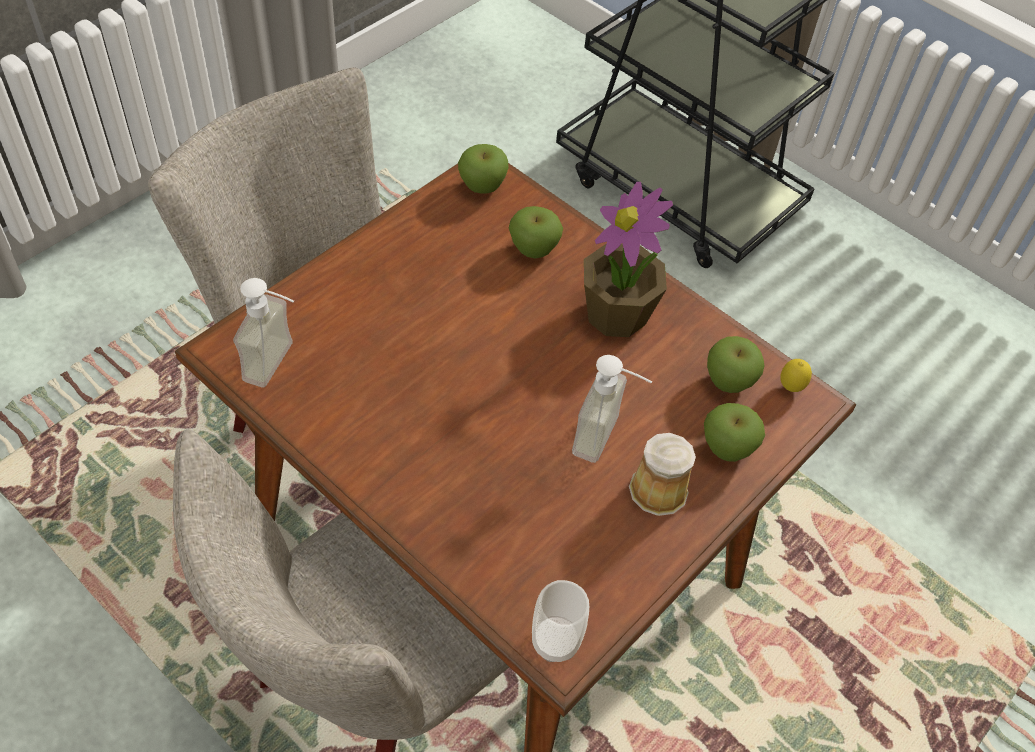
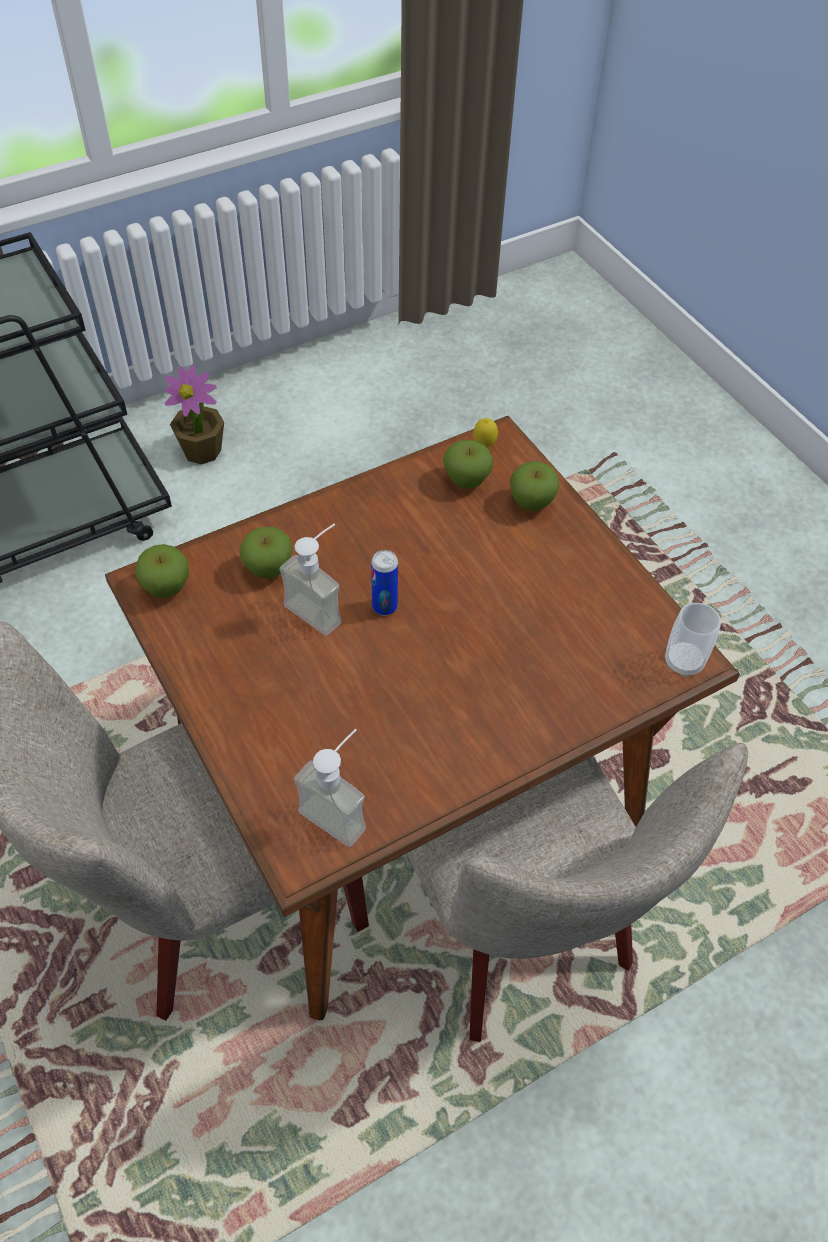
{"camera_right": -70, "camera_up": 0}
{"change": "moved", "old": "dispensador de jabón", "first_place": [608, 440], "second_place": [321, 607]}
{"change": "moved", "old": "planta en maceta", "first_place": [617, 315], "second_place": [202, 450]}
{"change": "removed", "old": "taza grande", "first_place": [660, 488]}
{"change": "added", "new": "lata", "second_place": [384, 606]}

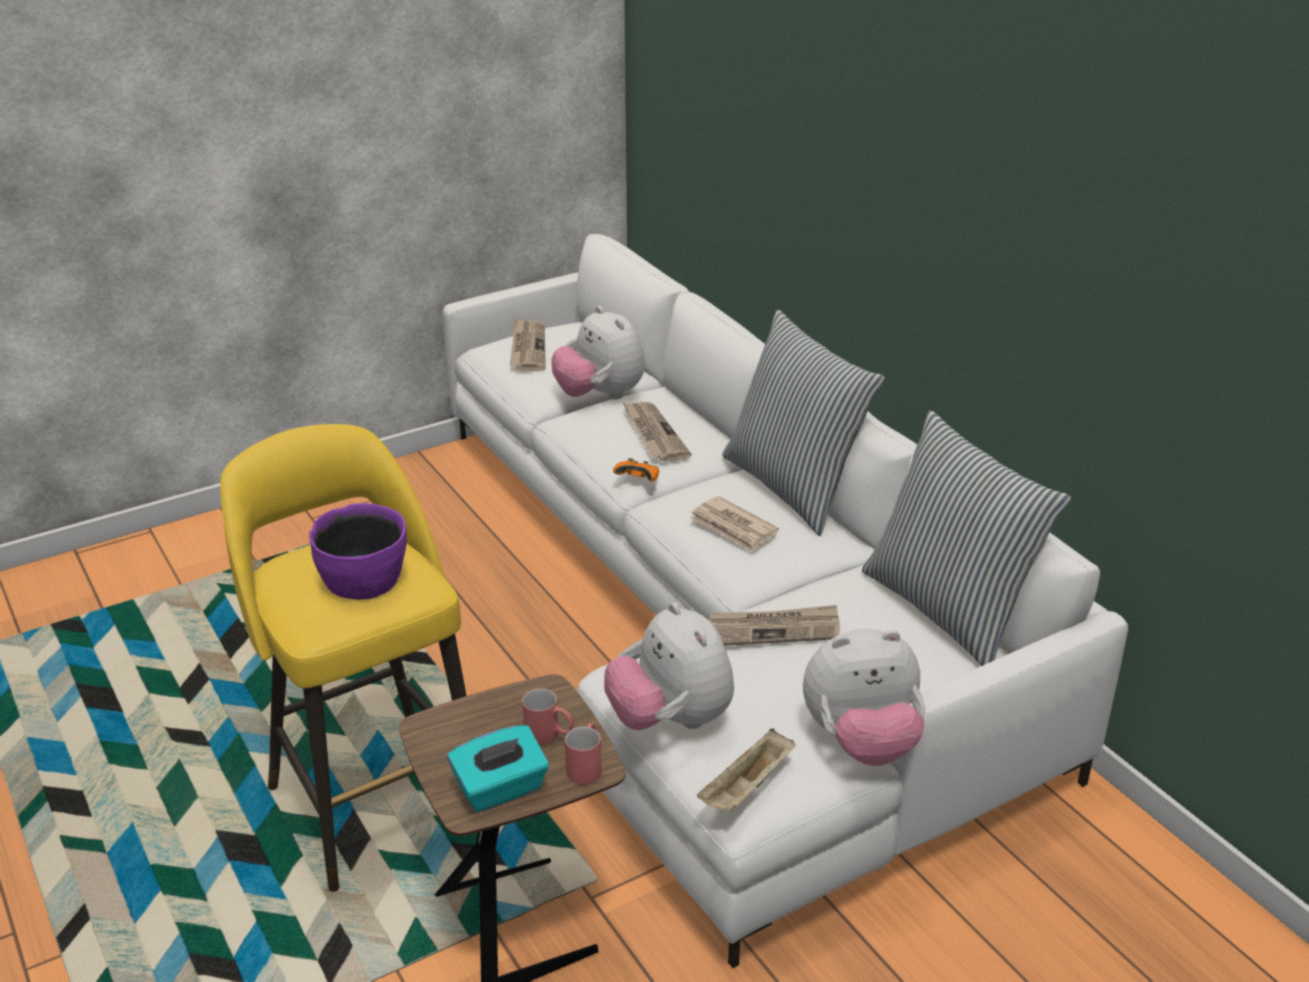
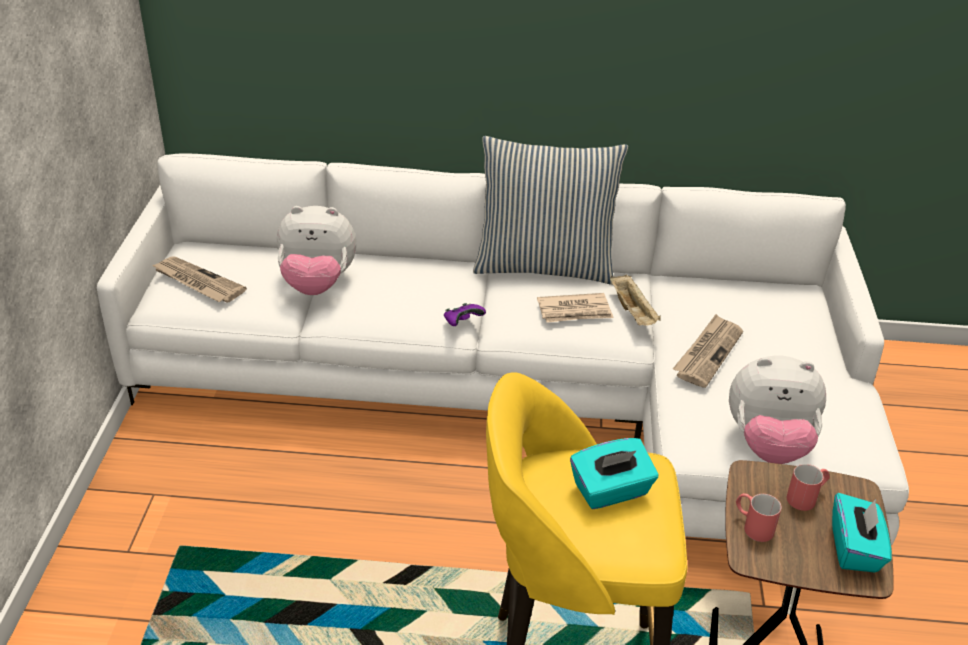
{"camera_right": -55, "camera_up": 5}
{"change": "replaced", "old": "cuenco/morado", "new": "caja de pañuelos/turquesa", "first_place": [365, 579], "second_place": [611, 491]}
{"change": "moved", "old": "taza grande/rojo", "first_place": [586, 766], "second_place": [752, 526]}
{"change": "recoloured", "old": "mando de consola/naranja", "new": "mando de consola/morado", "first_place": [638, 480], "second_place": [462, 322]}
{"change": "removed", "old": "periódico", "first_place": [653, 434]}
{"change": "moved", "old": "bandeja/beis", "first_place": [747, 788], "second_place": [633, 312]}
{"change": "removed", "old": "peluche", "first_place": [861, 743]}
{"change": "removed", "old": "cojín", "first_place": [948, 610]}

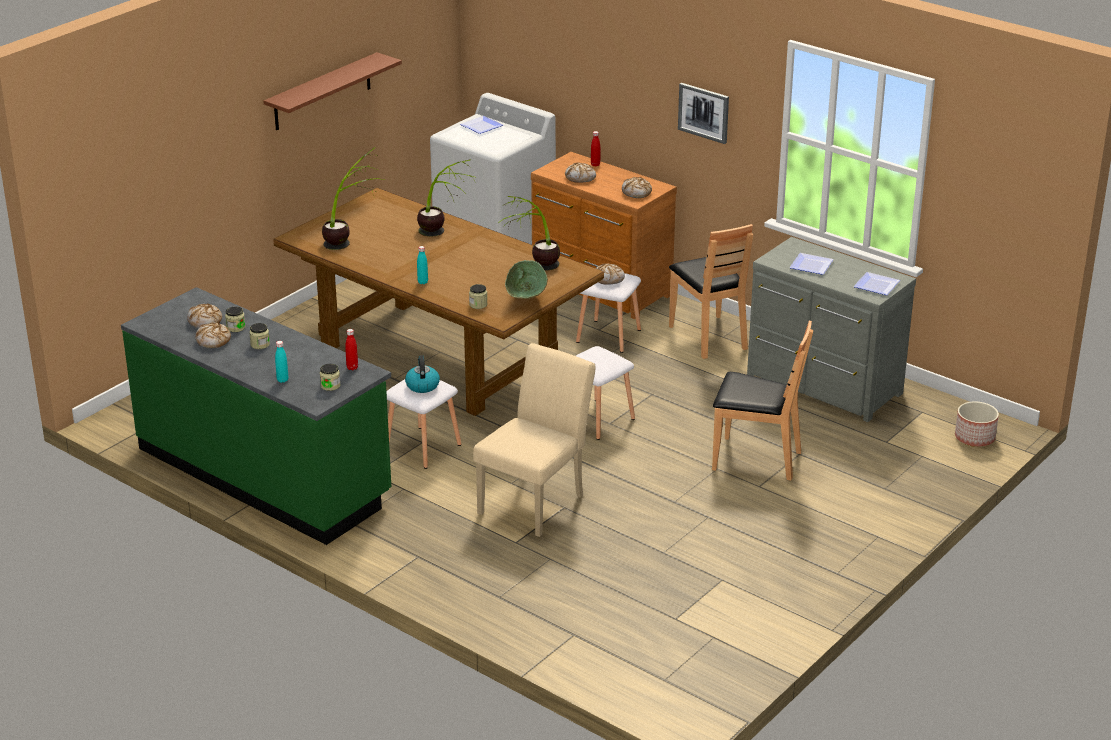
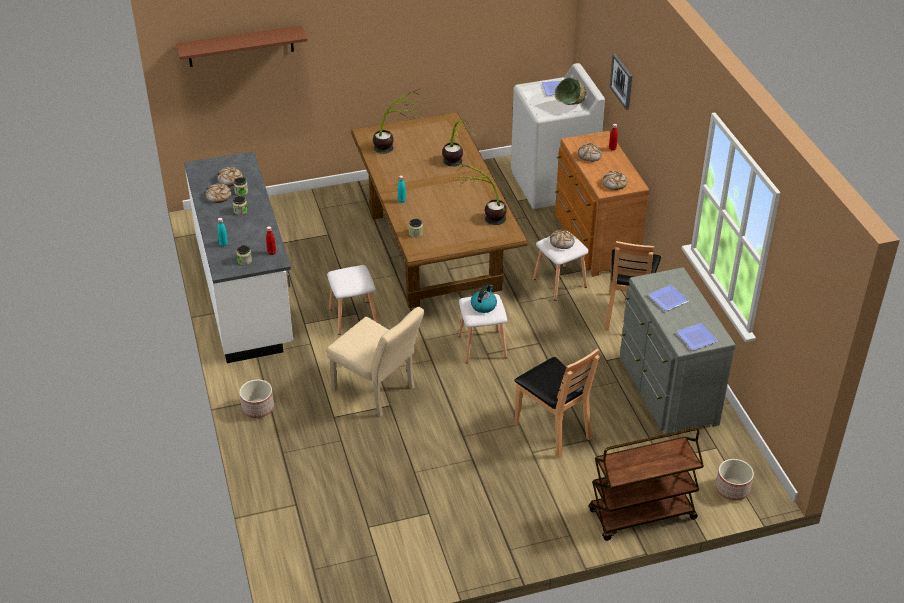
{"camera_right": 35, "camera_up": 10}
{"change": "recoloured", "old": "mueble bajo de cocina/verde", "new": "mueble bajo de cocina/blanco", "first_place": [264, 473], "second_place": [245, 294]}
{"change": "moved", "old": "estante/marrón", "first_place": [322, 92], "second_place": [240, 46]}
{"change": "moved", "old": "hervidor", "first_place": [422, 385], "second_place": [483, 305]}
{"change": "turned", "old": "silla/beis", "first_place": [536, 500], "second_place": [378, 391], "degrees": 60}
{"change": "moved", "old": "cuenco/verde", "first_place": [527, 302], "second_place": [571, 107]}
{"change": "moved", "old": "cuadro", "first_place": [704, 112], "second_place": [622, 81]}
{"change": "added", "new": "maceta", "second_place": [258, 408]}
{"change": "added", "new": "carrito/marrón", "second_place": [641, 515]}

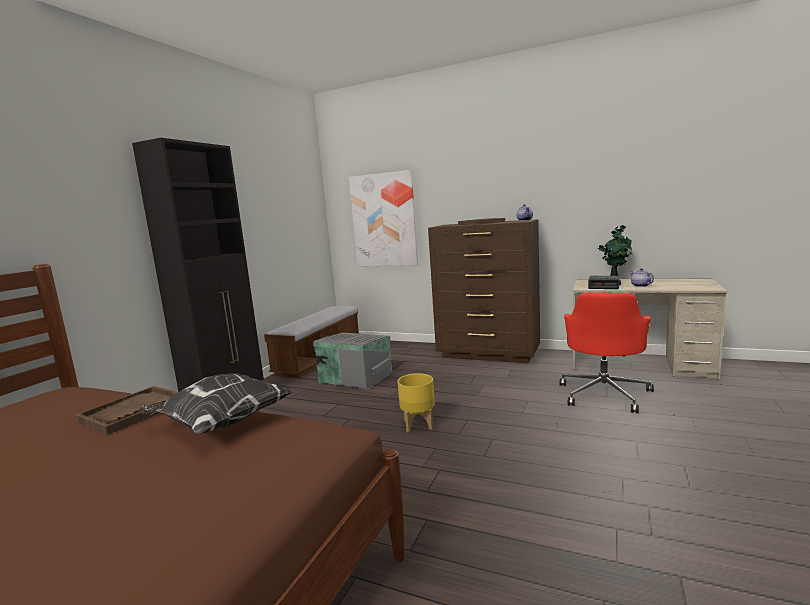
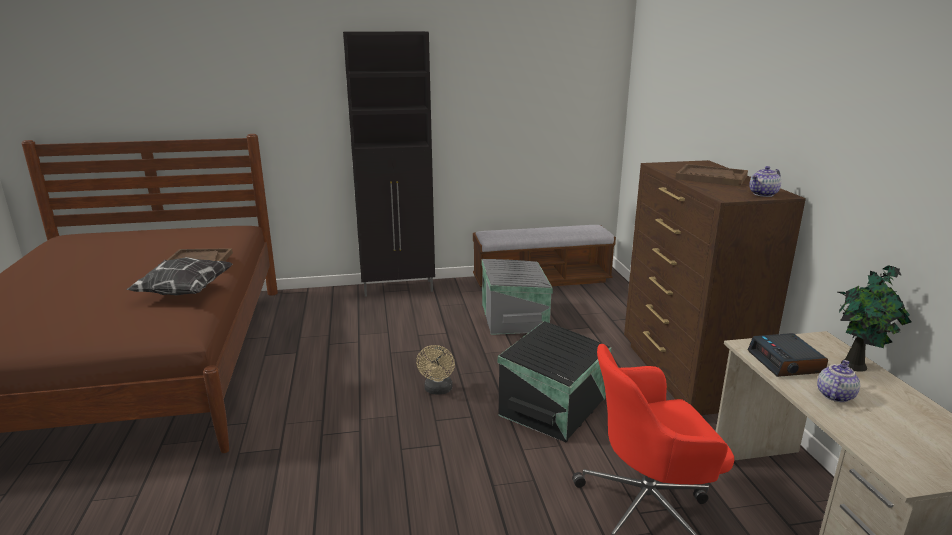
{"camera_right": 55, "camera_up": 10}
{"change": "removed", "old": "cuadro", "first_place": [384, 220]}
{"change": "replaced", "old": "maceta/amarillo", "new": "ventilador/beis", "first_place": [418, 424], "second_place": [437, 390]}
{"change": "added", "new": "caja de almacenaje/negro", "second_place": [555, 406]}

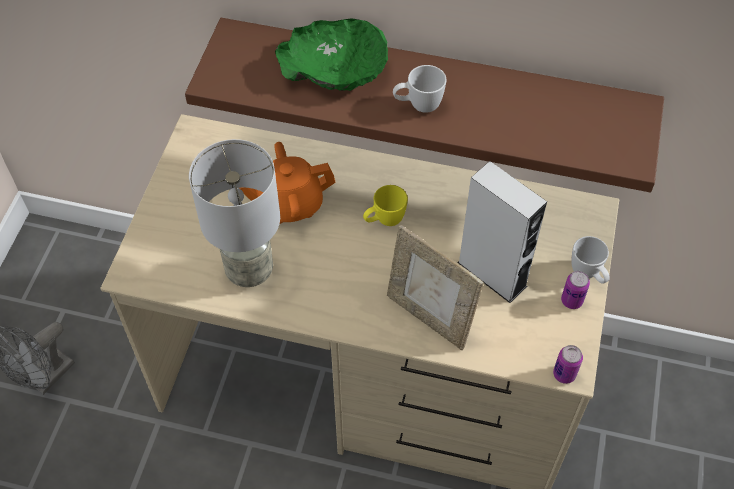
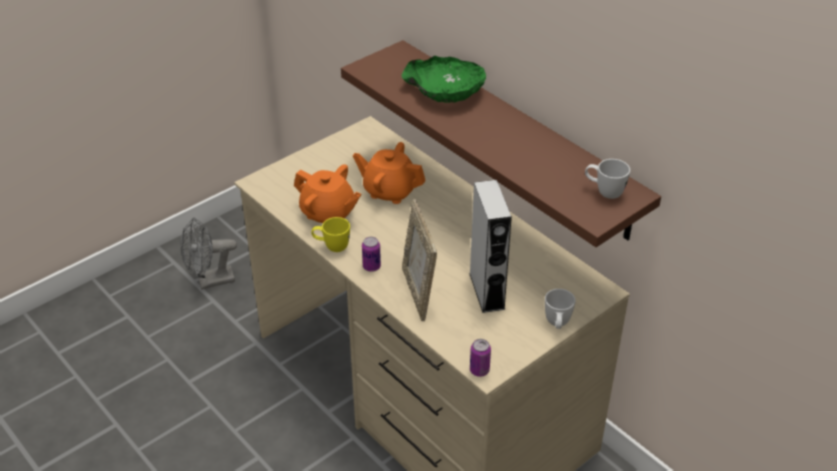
{"camera_right": 35, "camera_up": -15}
{"change": "replaced", "old": "lámpara de mesa/gris", "new": "tetera/naranja", "first_place": [248, 271], "second_place": [328, 214]}
{"change": "moved", "old": "taza grande/amarillo", "first_place": [384, 221], "second_place": [331, 247]}
{"change": "moved", "old": "taza grande/blanco", "first_place": [418, 106], "second_place": [604, 192]}
{"change": "moved", "old": "lata", "first_place": [571, 300], "second_place": [371, 266]}

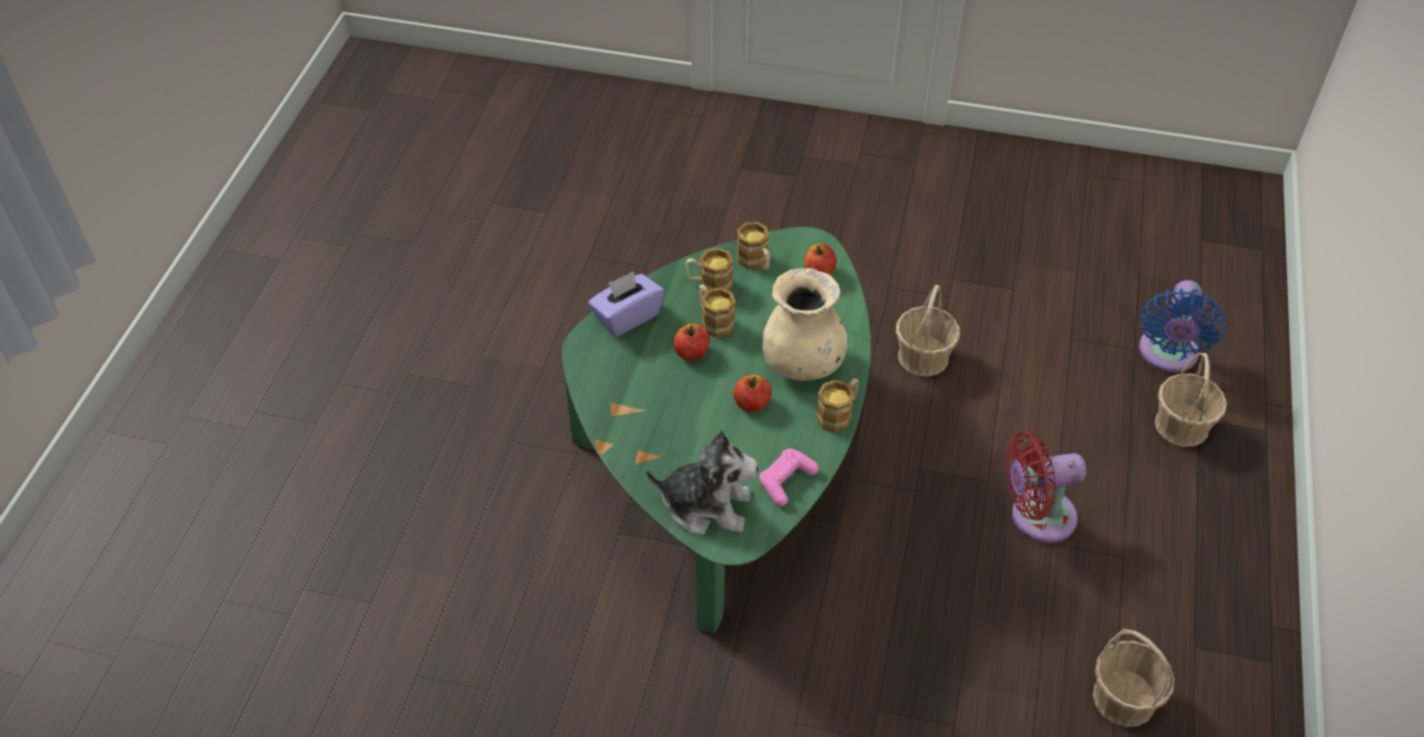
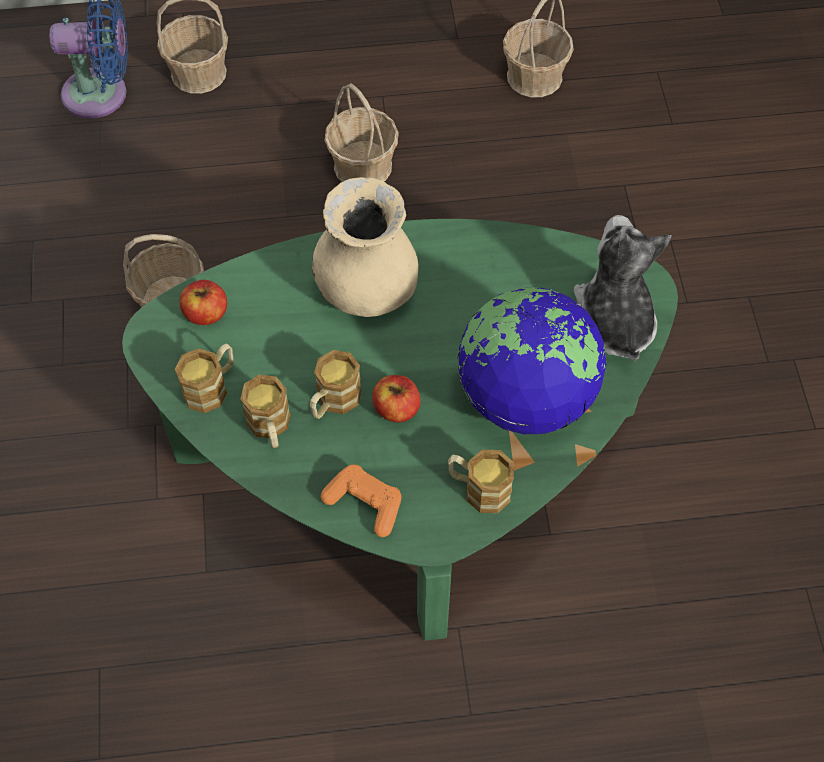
{"camera_right": -110, "camera_up": 10}
{"change": "replaced", "old": "caja de pañuelos/morado", "new": "mando de consola/naranja", "first_place": [627, 317], "second_place": [365, 504]}
{"change": "removed", "old": "manzana", "first_place": [752, 403]}
{"change": "removed", "old": "mando de consola/rosa", "first_place": [786, 481]}
{"change": "moved", "old": "taza grande", "first_place": [838, 414], "second_place": [478, 489]}
{"change": "replaced", "old": "ventilador/rojo", "new": "cesta", "first_place": [1036, 517], "second_place": [363, 165]}
{"change": "added", "new": "globo terráqueo", "second_place": [525, 397]}

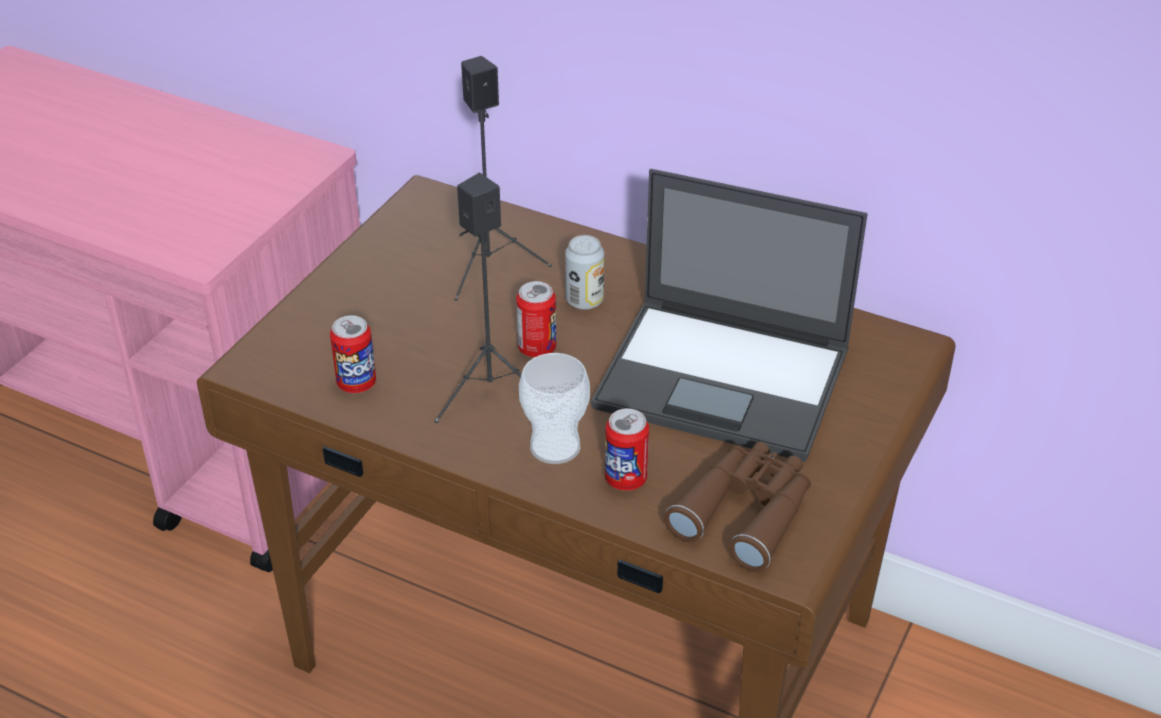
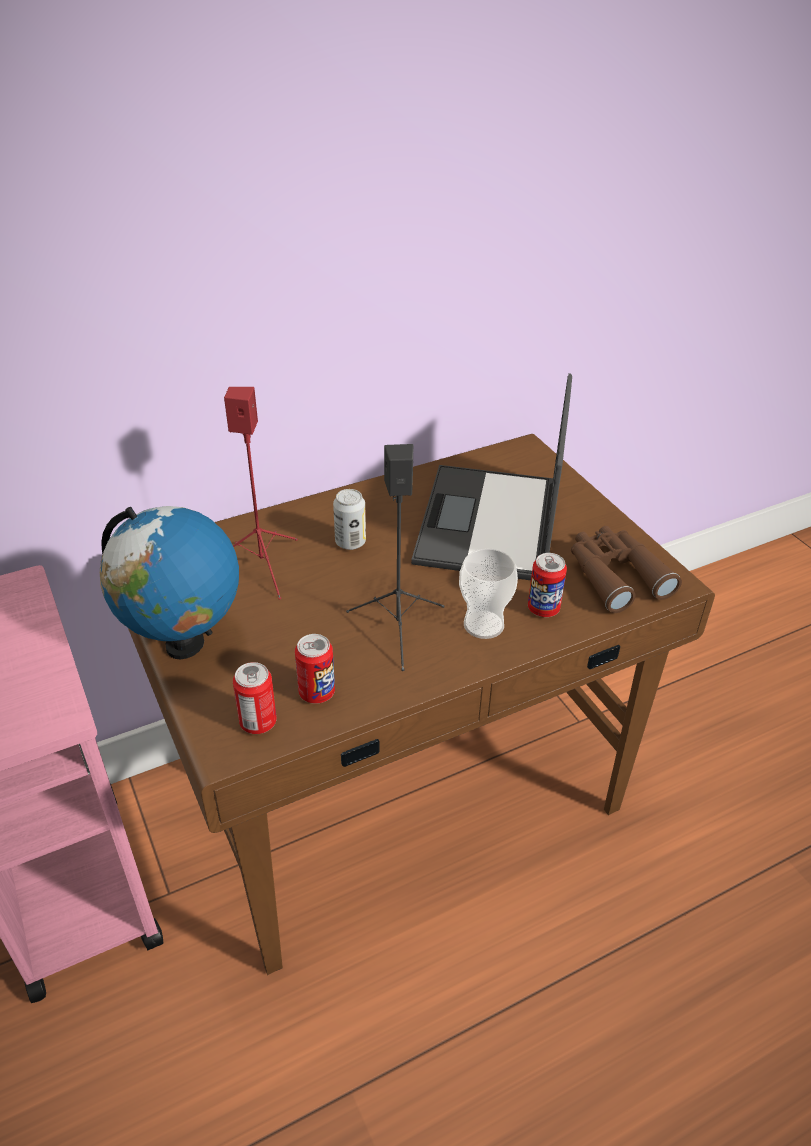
{"camera_right": -55, "camera_up": 0}
{"change": "recoloured", "old": "altavoz/negro", "new": "altavoz/rojo", "first_place": [490, 266], "second_place": [262, 565]}
{"change": "moved", "old": "lata", "first_place": [537, 348], "second_place": [258, 722]}
{"change": "turned", "old": "portátil", "first_place": [725, 379], "second_place": [489, 524], "degrees": 135}
{"change": "added", "new": "globo terráqueo", "second_place": [184, 645]}

